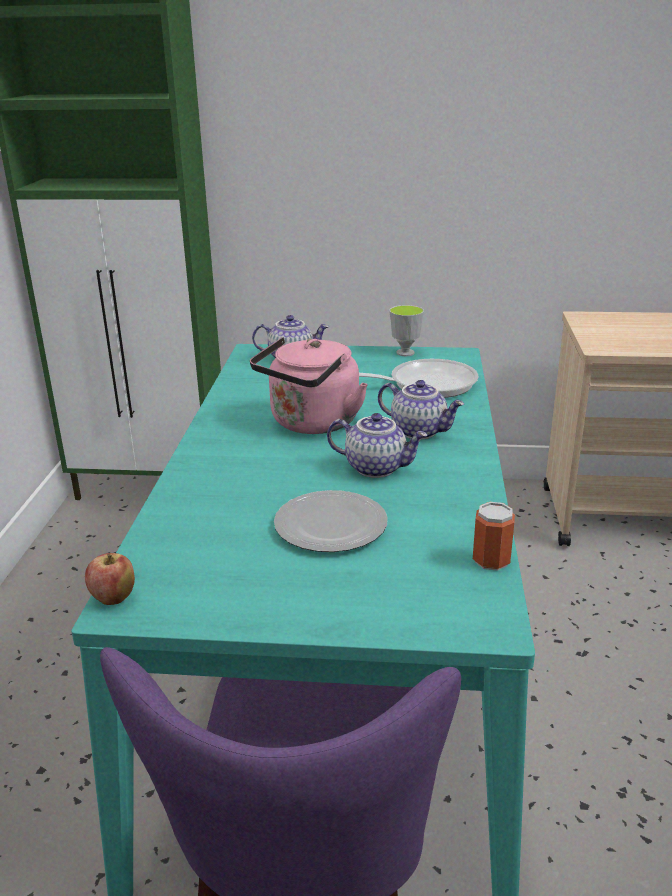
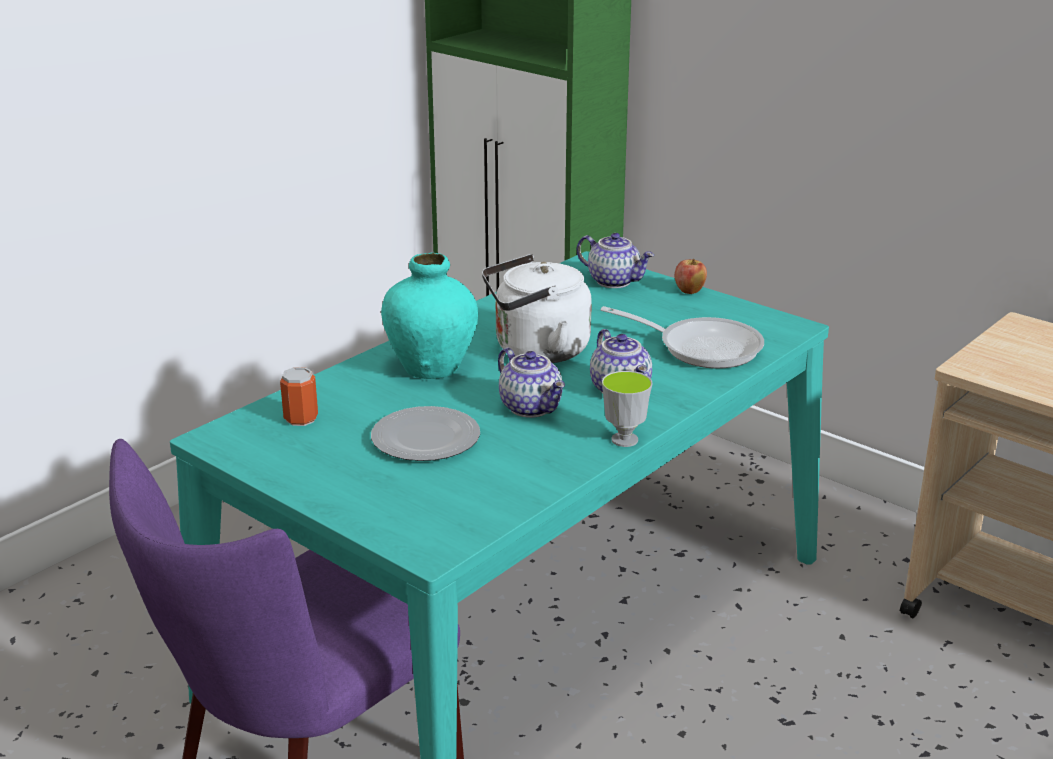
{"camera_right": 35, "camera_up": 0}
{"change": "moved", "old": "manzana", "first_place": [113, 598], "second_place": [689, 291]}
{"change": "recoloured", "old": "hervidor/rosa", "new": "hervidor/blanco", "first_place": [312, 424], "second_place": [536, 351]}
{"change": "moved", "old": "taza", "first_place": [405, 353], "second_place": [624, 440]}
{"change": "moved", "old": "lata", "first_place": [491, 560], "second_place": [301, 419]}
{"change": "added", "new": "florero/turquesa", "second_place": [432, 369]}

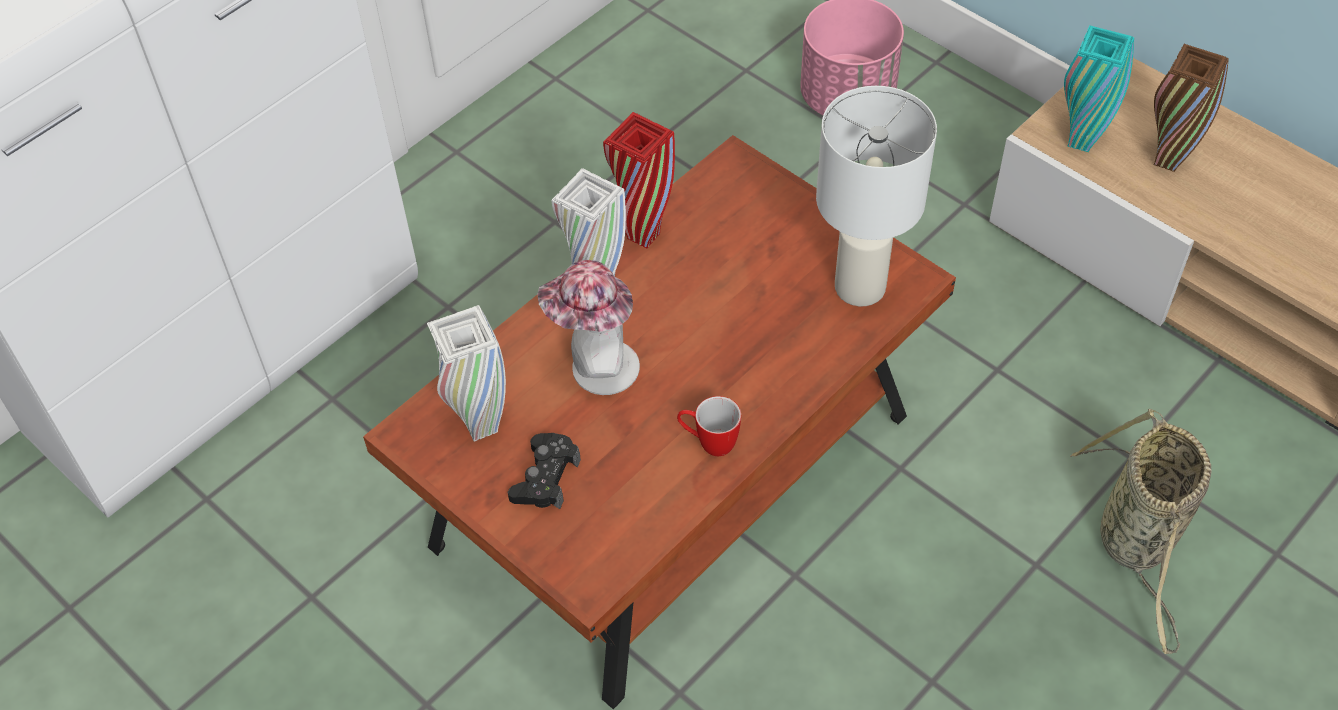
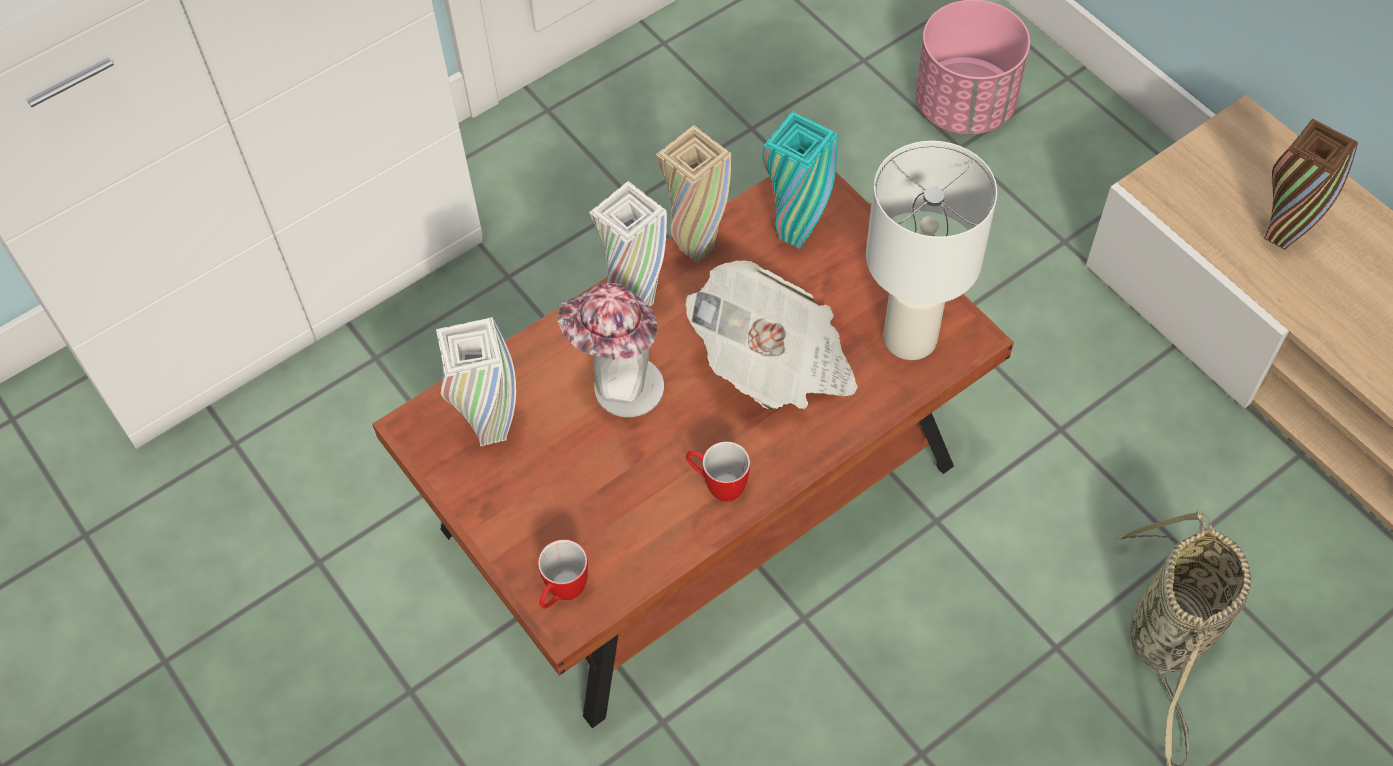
{"camera_right": 10, "camera_up": 5}
{"change": "removed", "old": "mando de consola/negro", "first_place": [545, 478]}
{"change": "recoloured", "old": "florero/rojo", "new": "florero/beis", "first_place": [643, 236], "second_place": [696, 249]}
{"change": "moved", "old": "florero/turquesa", "first_place": [1080, 142], "second_place": [795, 235]}
{"change": "added", "new": "taza grande", "second_place": [562, 594]}
{"change": "added", "new": "periódico", "second_place": [774, 364]}

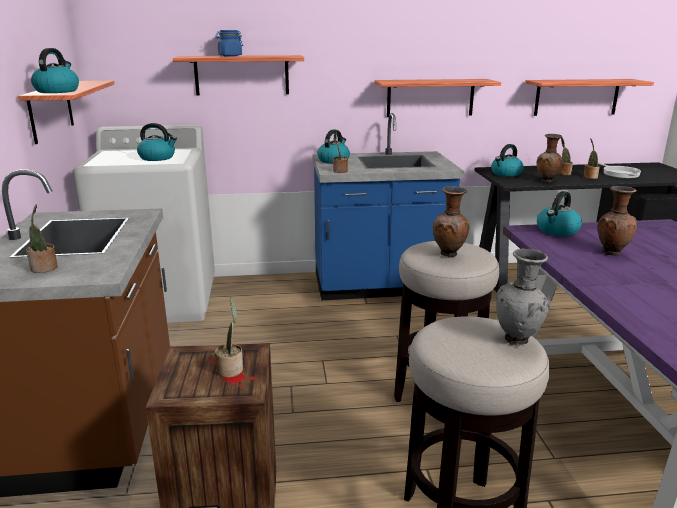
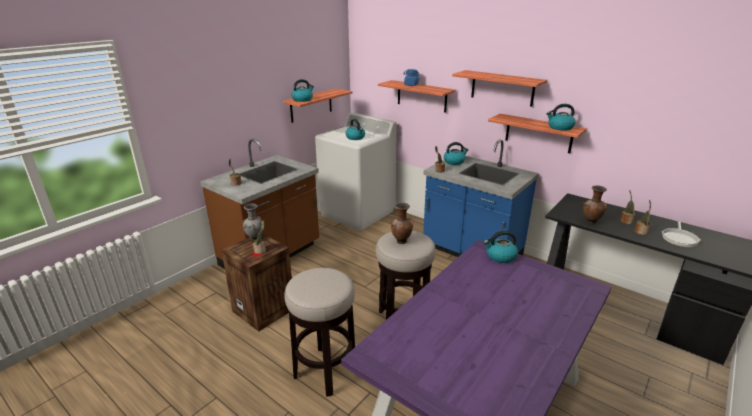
{"camera_right": 45, "camera_up": 5}
{"change": "moved", "old": "hervidor", "first_place": [506, 173], "second_place": [560, 127]}
{"change": "moved", "old": "florero/gris", "first_place": [518, 341], "second_place": [255, 239]}
{"change": "moved", "old": "estante", "first_place": [576, 97], "second_place": [502, 88]}
{"change": "removed", "old": "florero/marrón", "first_place": [611, 253]}

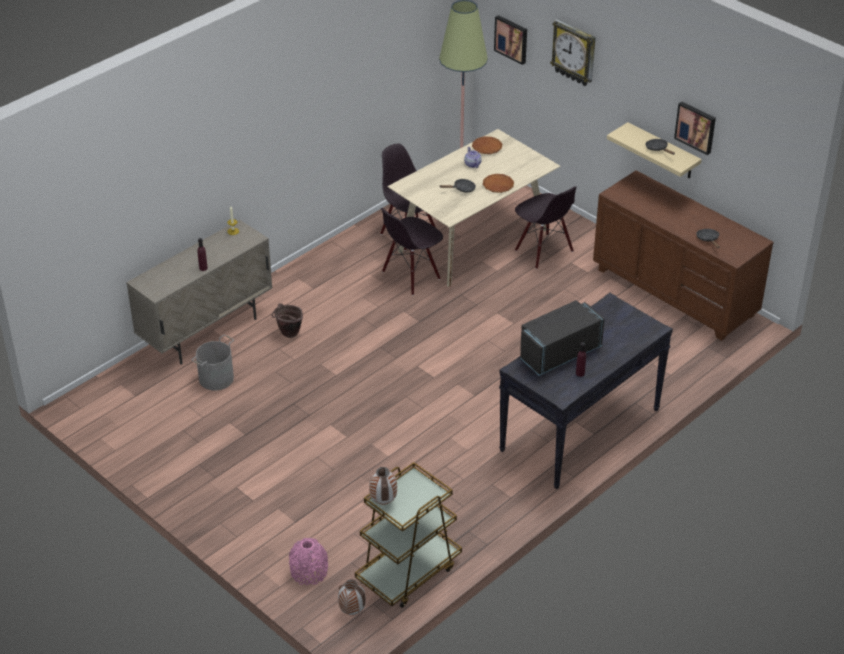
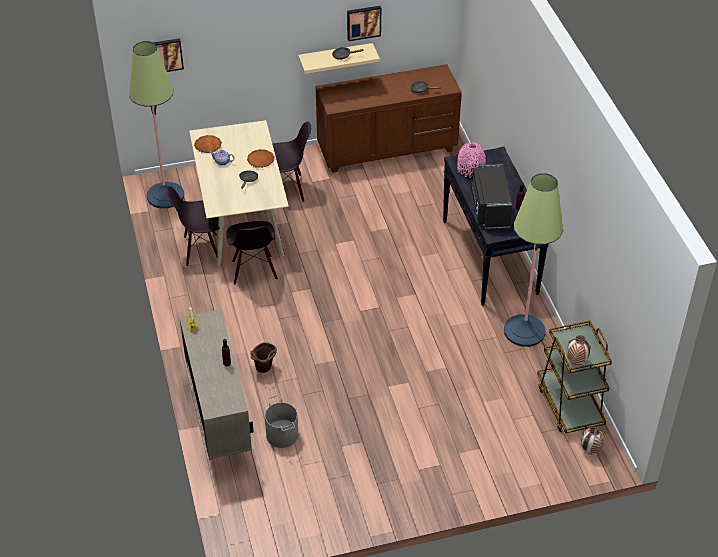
{"camera_right": -60, "camera_up": 5}
{"change": "moved", "old": "florero/rosa", "first_place": [309, 572], "second_place": [470, 169]}
{"change": "removed", "old": "reloj de pared", "first_place": [574, 53]}
{"change": "added", "new": "lámpara de pie", "second_place": [524, 331]}

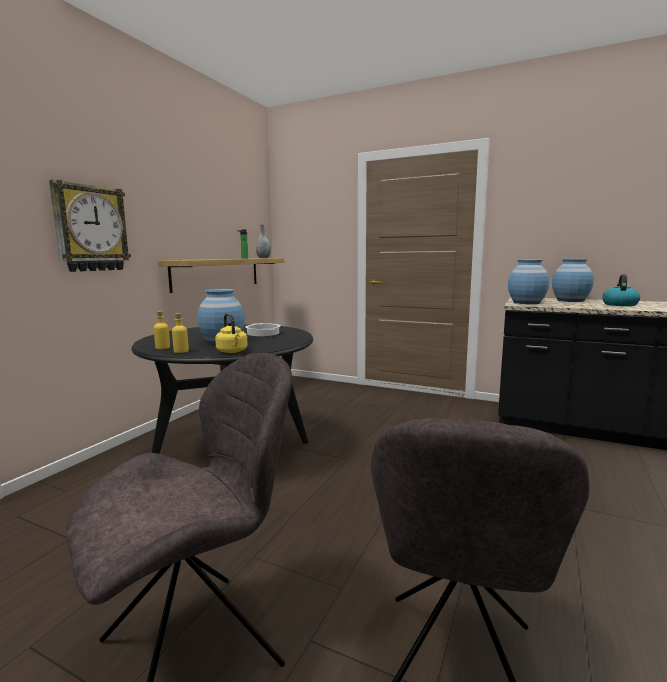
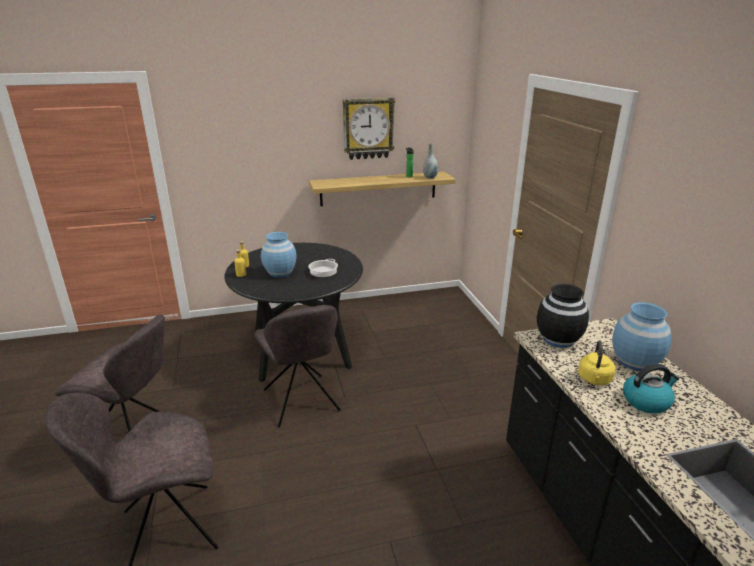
{"camera_right": 50, "camera_up": 15}
{"change": "moved", "old": "reloj de pared", "first_place": [90, 229], "second_place": [368, 128]}
{"change": "moved", "old": "hervidor/amarillo", "first_place": [232, 351], "second_place": [594, 380]}
{"change": "recoloured", "old": "florero/azul", "new": "florero/negro", "first_place": [526, 303], "second_place": [558, 339]}
{"change": "added", "new": "silla/gris", "second_place": [301, 402]}

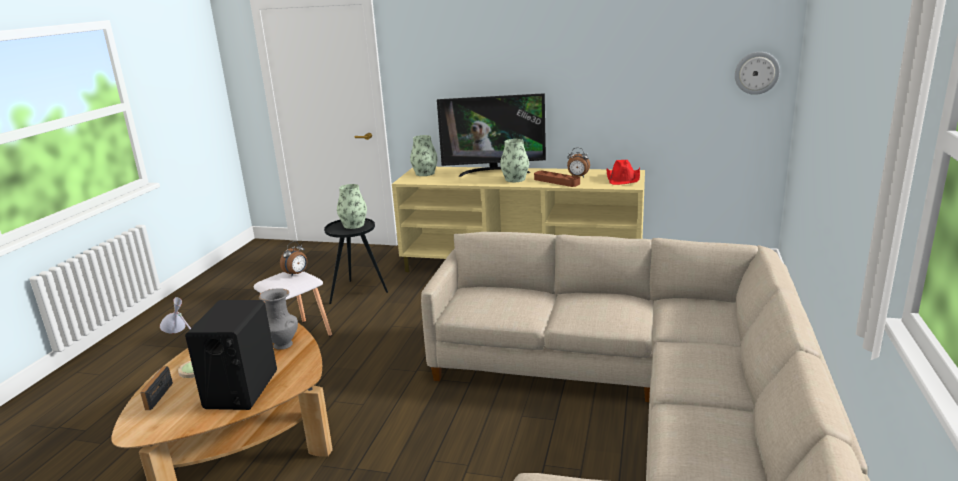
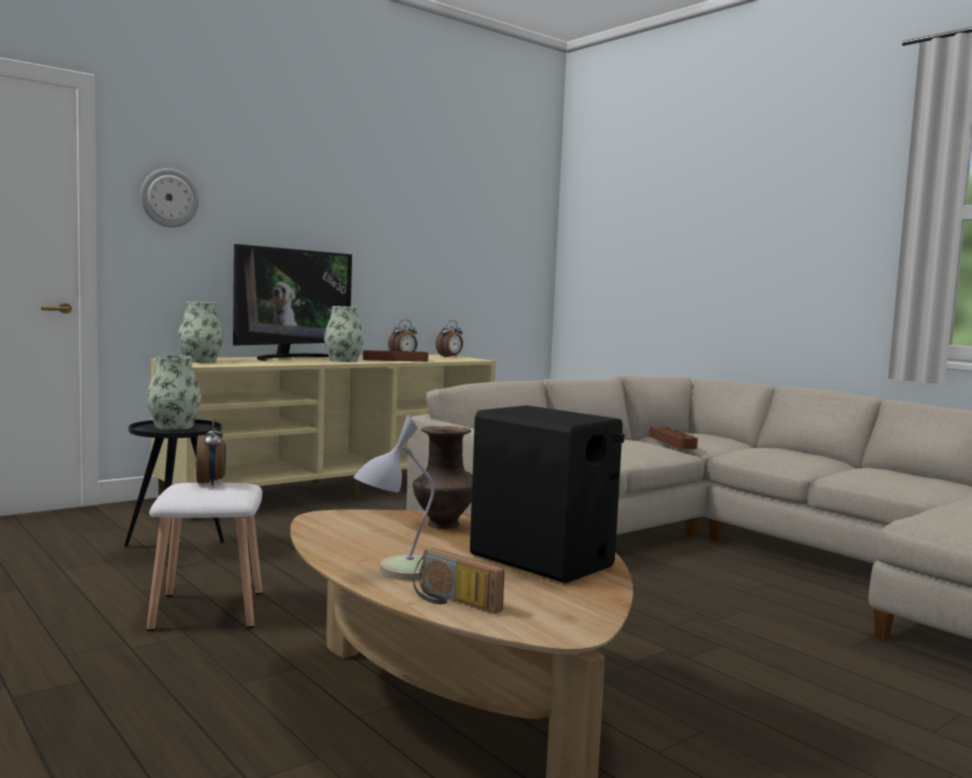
{"camera_right": -55, "camera_up": -15}
{"change": "recoloured", "old": "florero/gris", "new": "florero/marrón", "first_place": [282, 345], "second_place": [442, 525]}
{"change": "replaced", "old": "sombrero/rojo", "new": "despertador", "first_place": [623, 178], "second_place": [450, 357]}
{"change": "moved", "old": "reloj de pared", "first_place": [756, 73], "second_place": [169, 198]}
{"change": "added", "new": "bandeja/marrón", "second_place": [672, 442]}

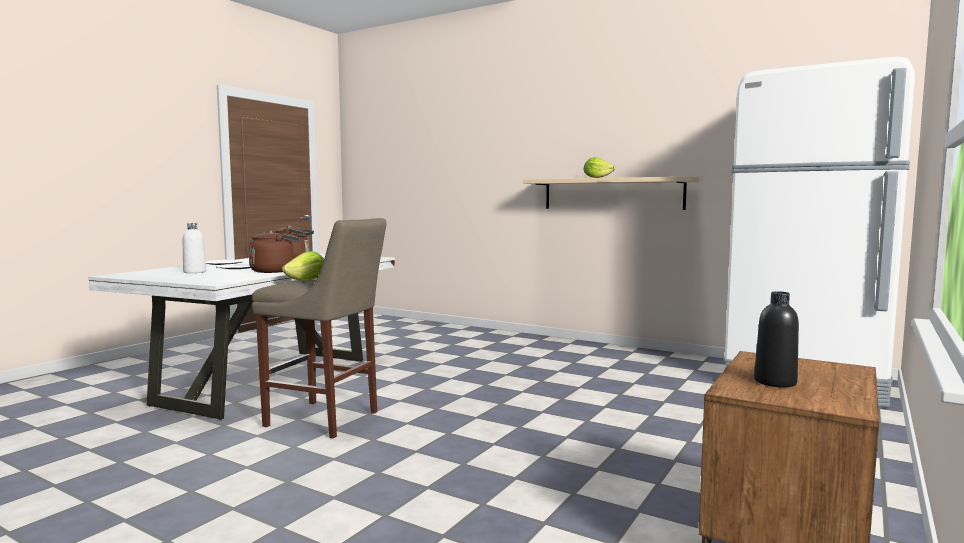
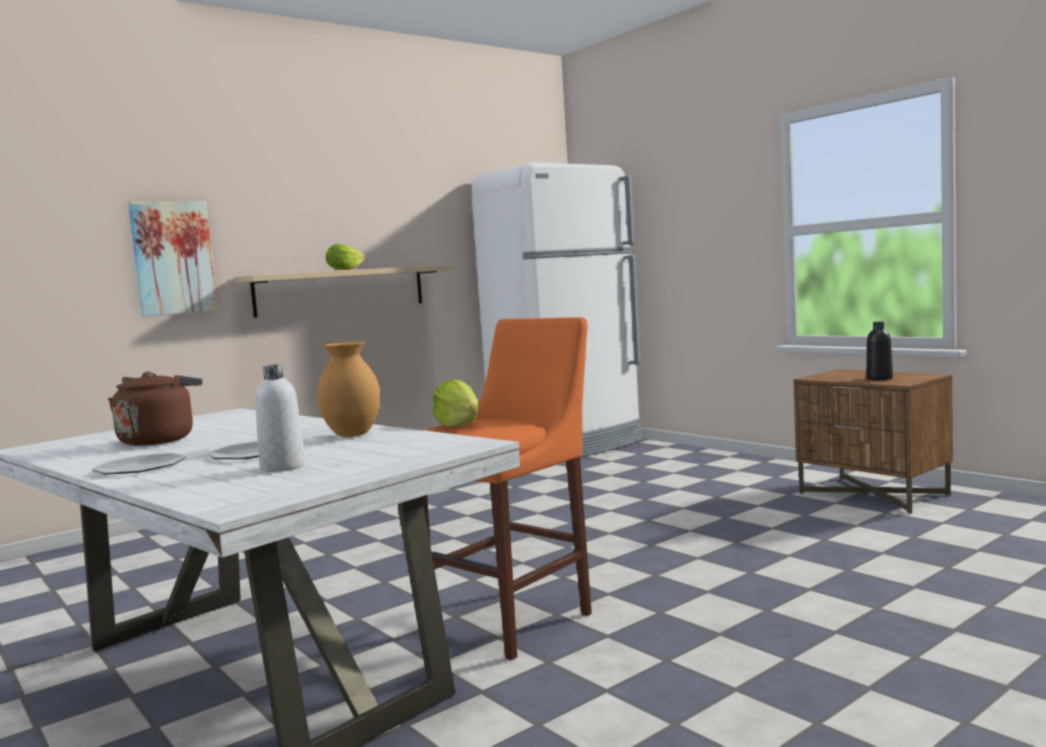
{"camera_right": -70, "camera_up": 0}
{"change": "replaced", "old": "hervidor/marrón", "new": "florero/marrón", "first_place": [274, 271], "second_place": [353, 434]}
{"change": "recoloured", "old": "taburete/beis", "new": "taburete/naranja", "first_place": [326, 420], "second_place": [516, 619]}
{"change": "added", "new": "cuadro", "second_place": [173, 258]}

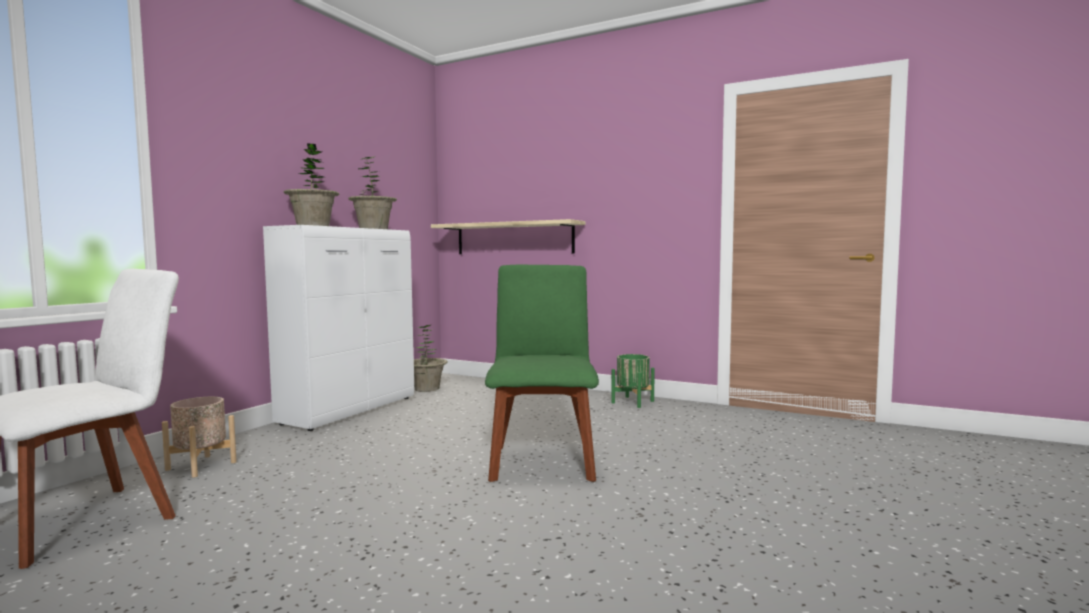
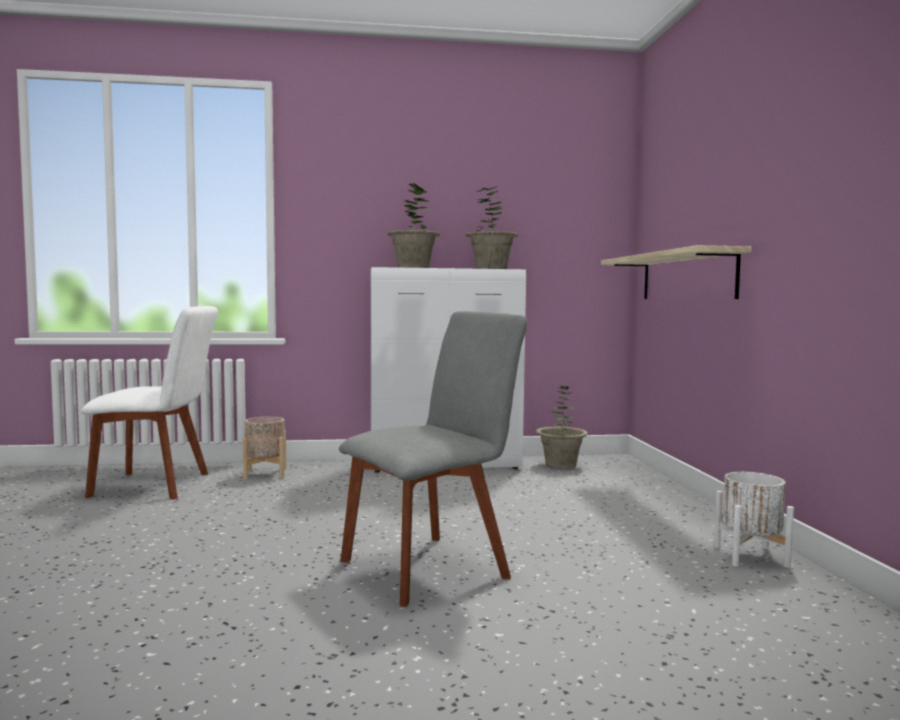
{"camera_right": 55, "camera_up": 0}
{"change": "recoloured", "old": "silla/verde", "new": "silla/gris", "first_place": [542, 461], "second_place": [431, 566]}
{"change": "recoloured", "old": "maceta/verde", "new": "maceta/blanco", "first_place": [632, 402], "second_place": [750, 556]}

